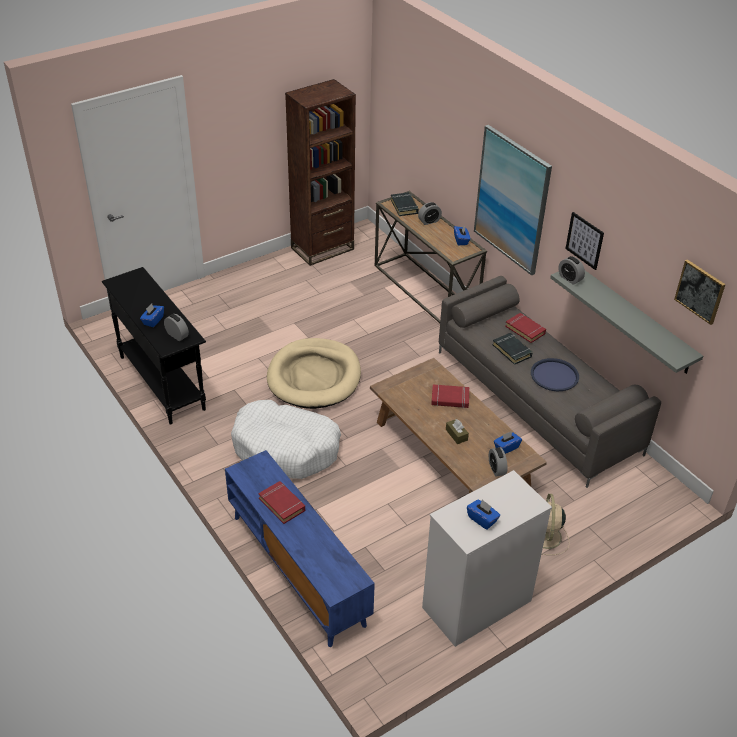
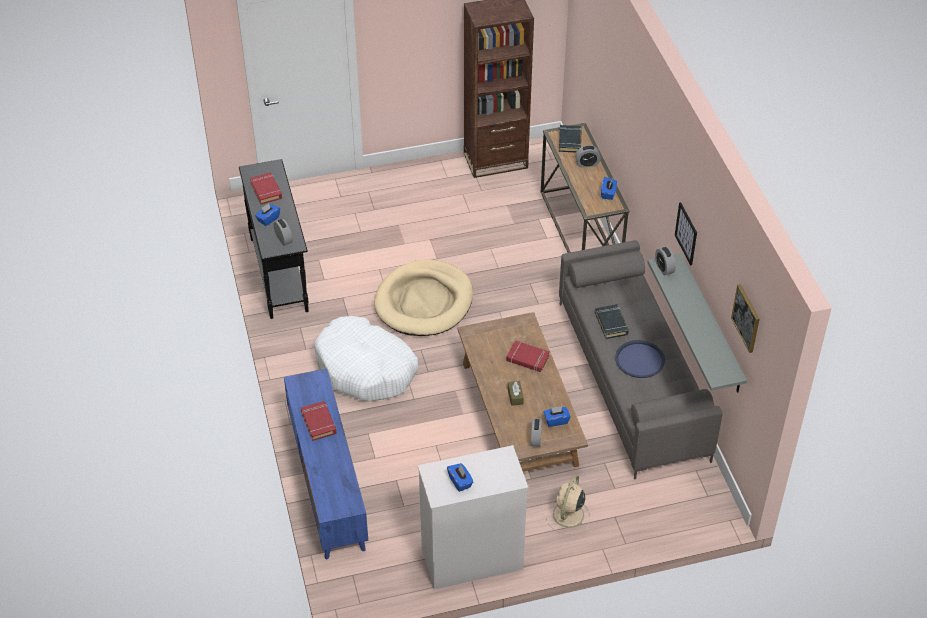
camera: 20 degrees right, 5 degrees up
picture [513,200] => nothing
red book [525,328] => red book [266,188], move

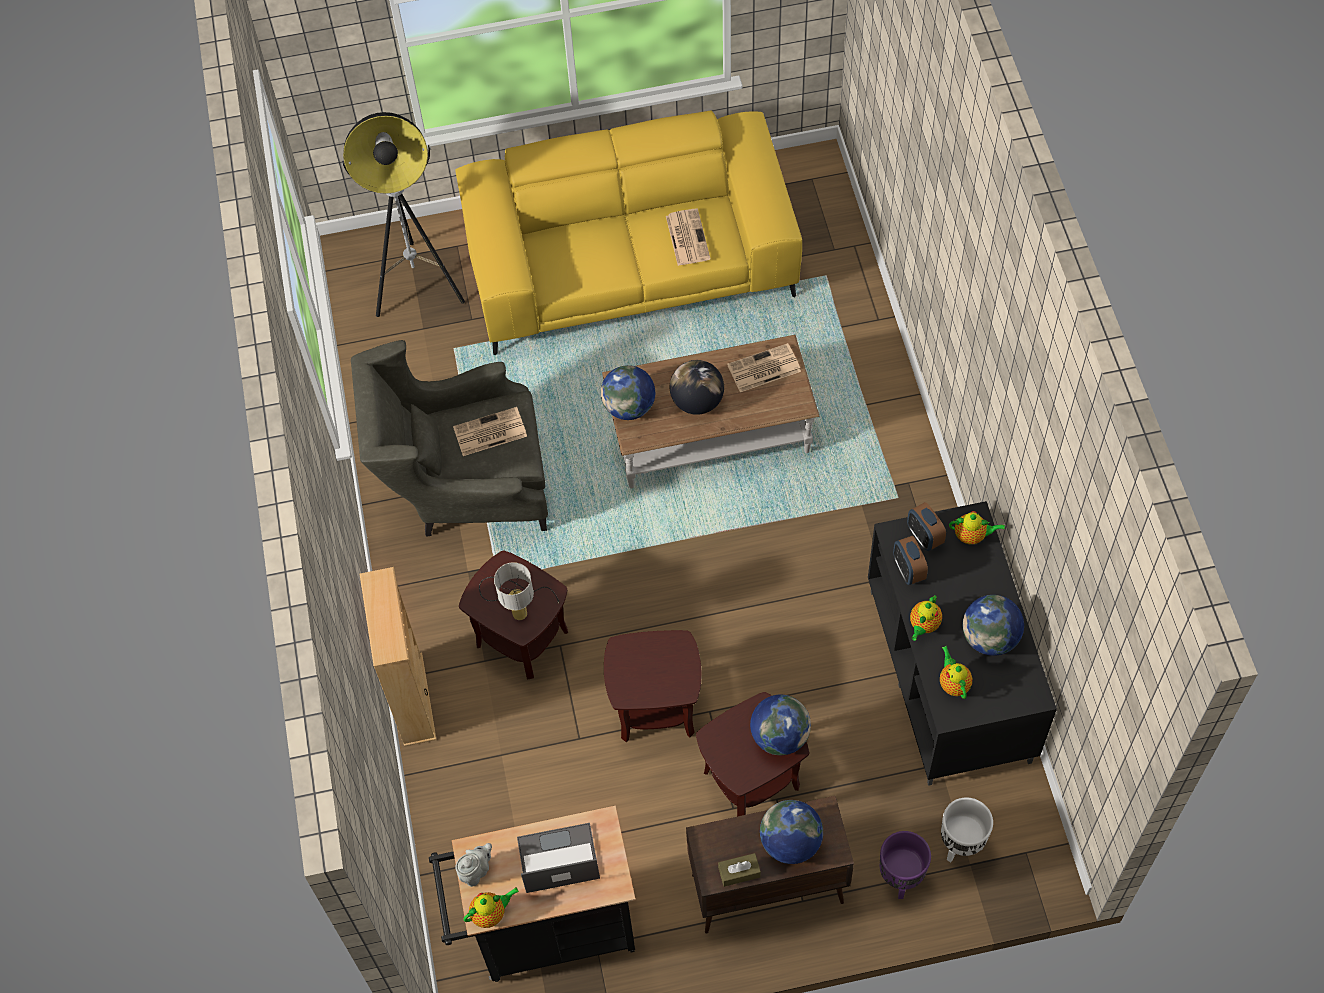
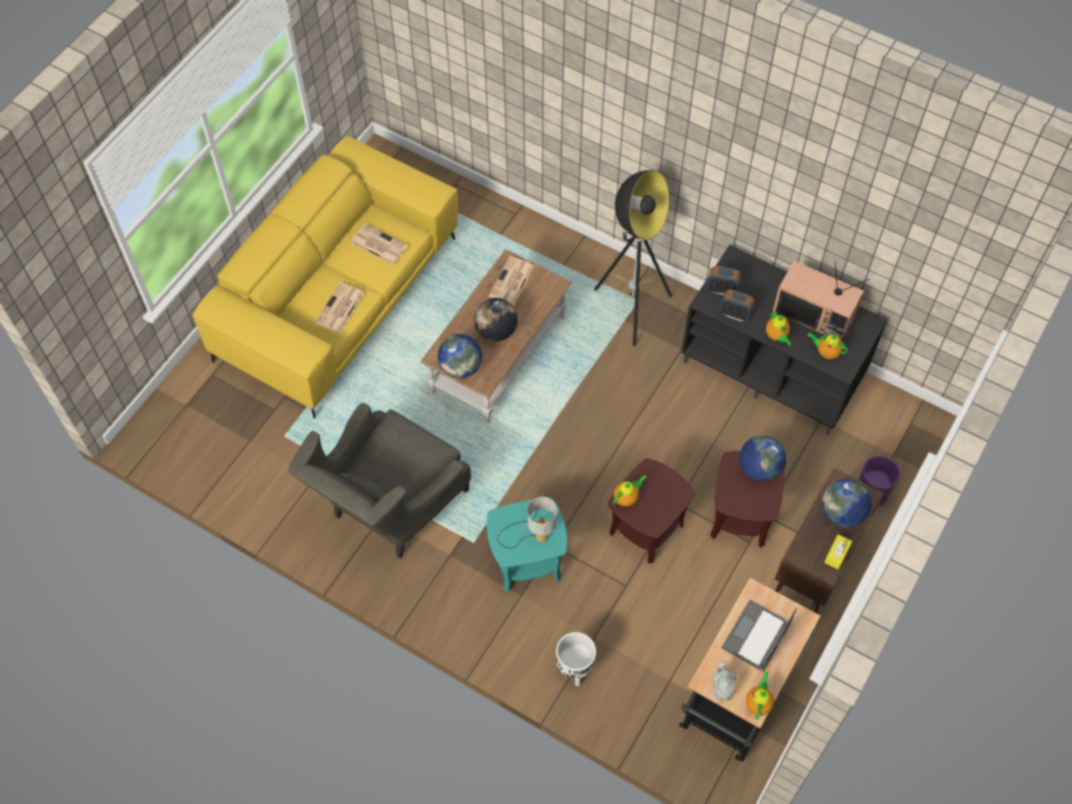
camera: 50 degrees left, 0 degrees up
beige bookcase [398,657] => nothing
floor lamp [403,214] => floor lamp [633,258], move
newspaper [490,431] => newspaper [339,307], move
white planter [967,830] => white planter [576,659], move
teapot [977,527] => teapot [630,491], move
globe [993,625] => television [821,301]
brown side table [513,614] => turquoise side table [527,545]
brown tissue box [739,870] => yellow tissue box [838,552]

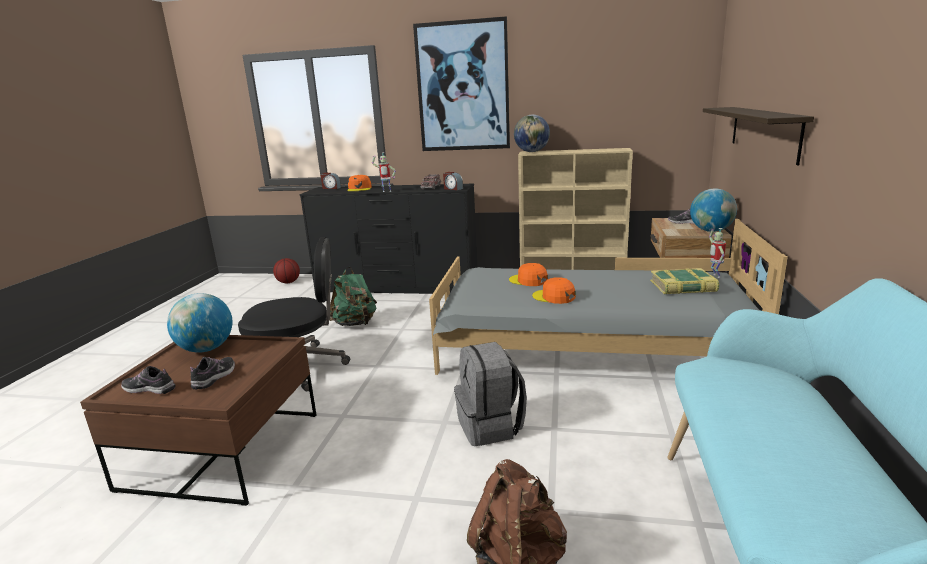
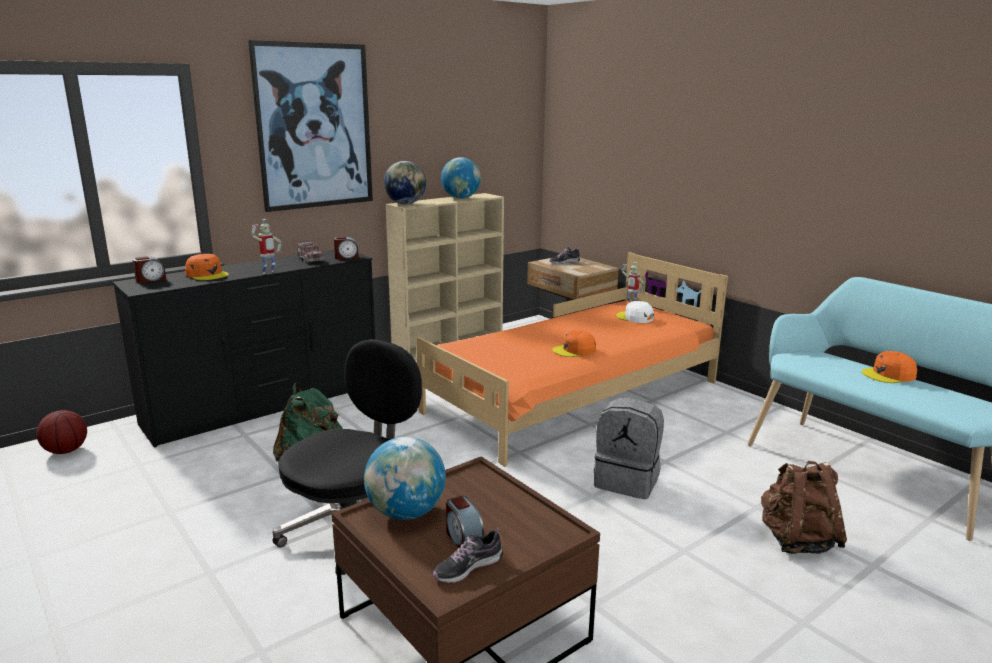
camera: 50 degrees left, 0 degrees up
shoe [212,373] => nothing
shelf [758,136] => nothing
nothing => alarm clock [465,522]
orange cap [528,274] => orange cap [889,367], move
globe [713,210] => globe [461,178], move
book [684,281] => white cap [635,312]
grey bed [608,297] => orange bed [572,359]

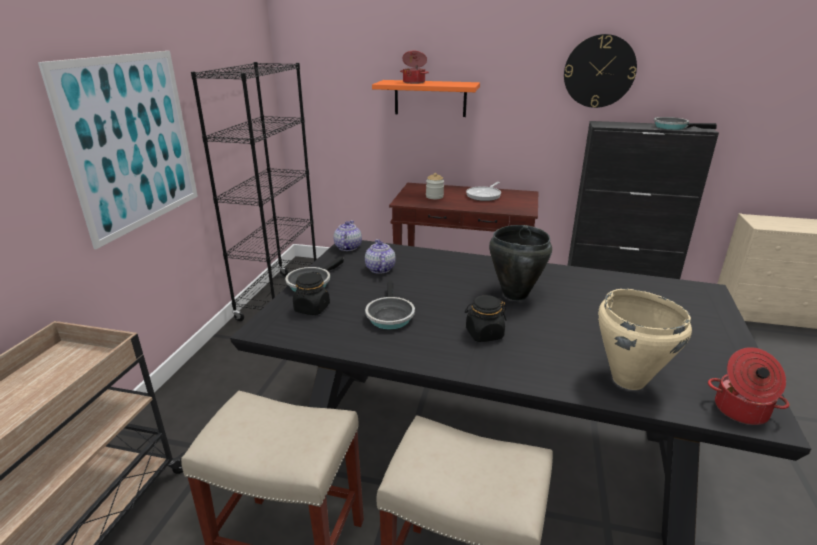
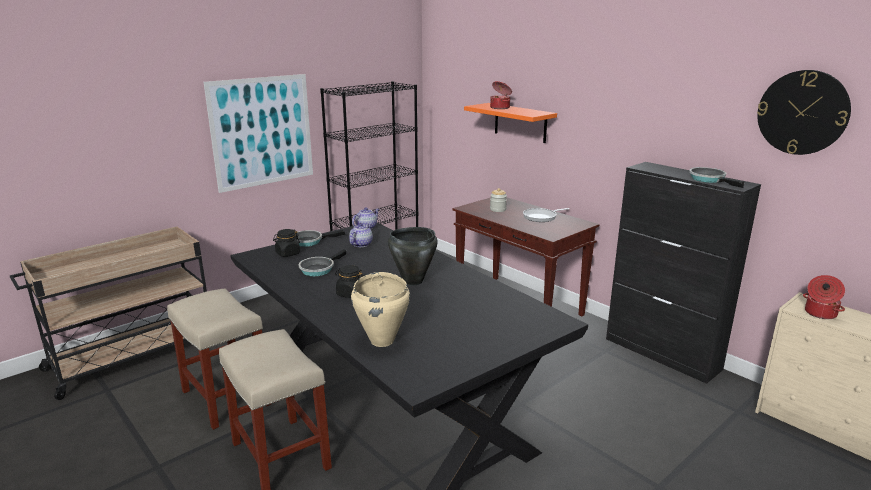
camera: 35 degrees right, 5 degrees down
wall clock [600,71] => wall clock [804,112], move
cooking pot [748,386] => cooking pot [824,297], move

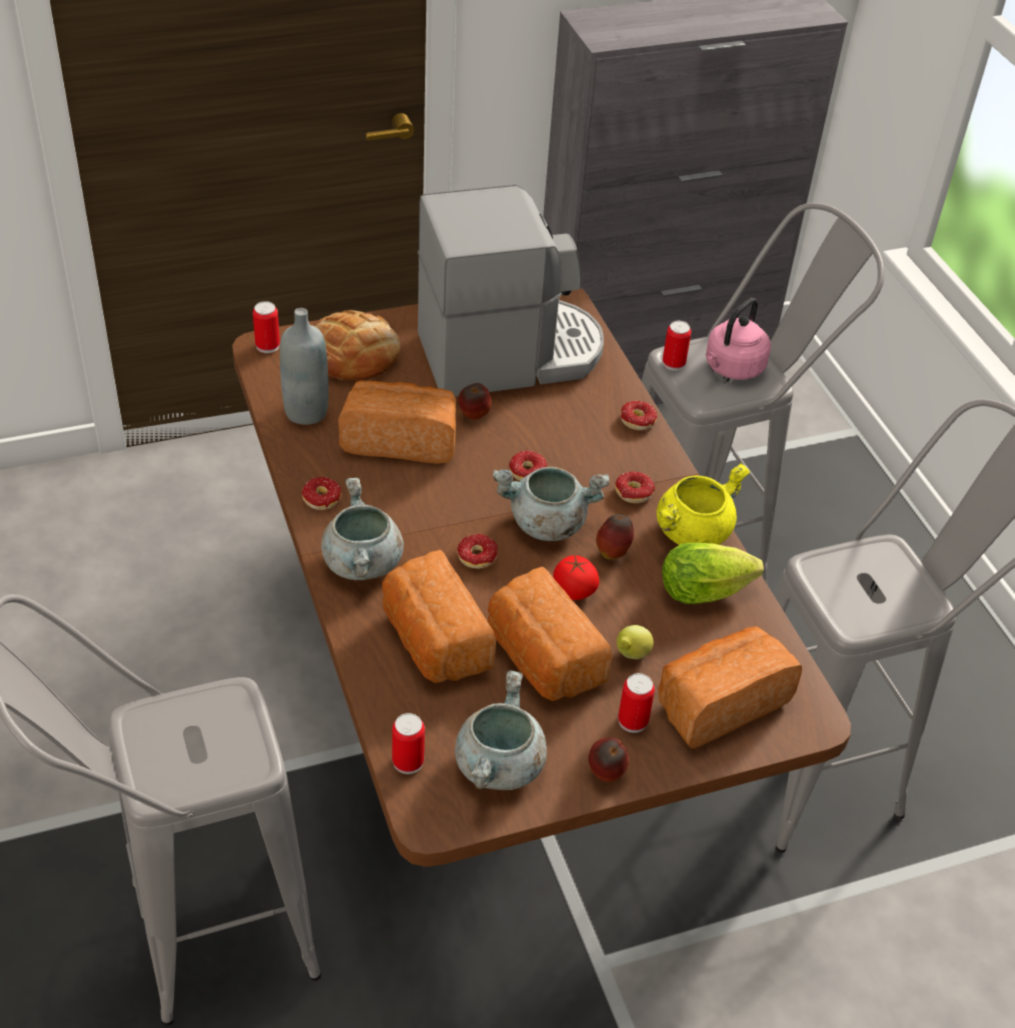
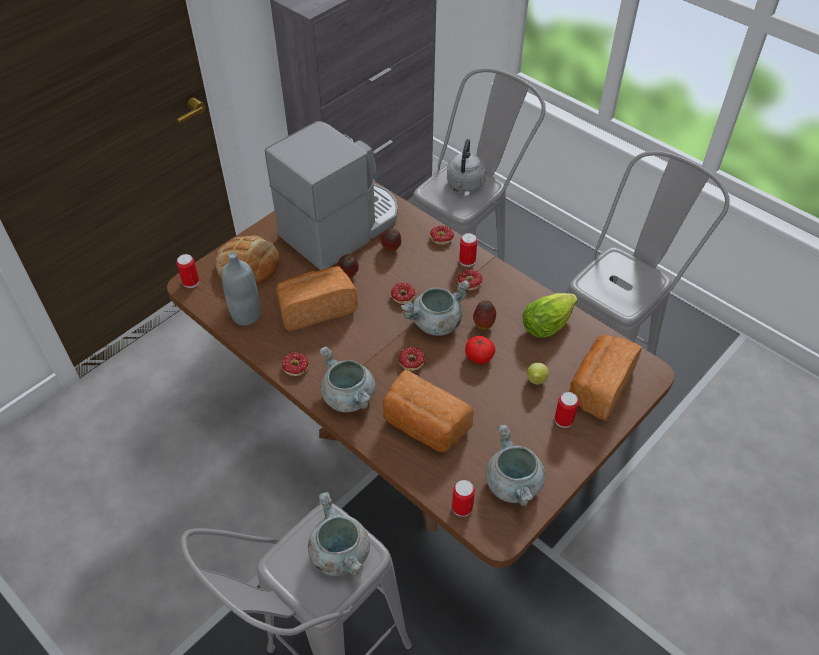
camera: 25 degrees left, 5 degrees up
bread [550,633] => nothing
yellow cooking pot [703,504] => nothing
nothing => grey cooking pot [339,534]
apple [608,759] => apple [390,239], move
can [676,346] => can [468,250], move
pink kettle [738,338] => grey kettle [466,165]

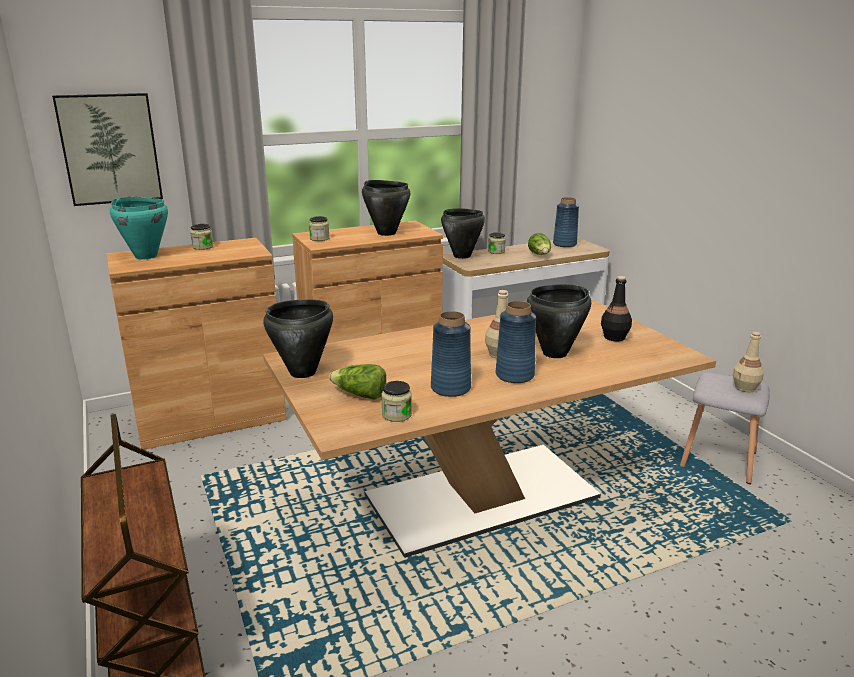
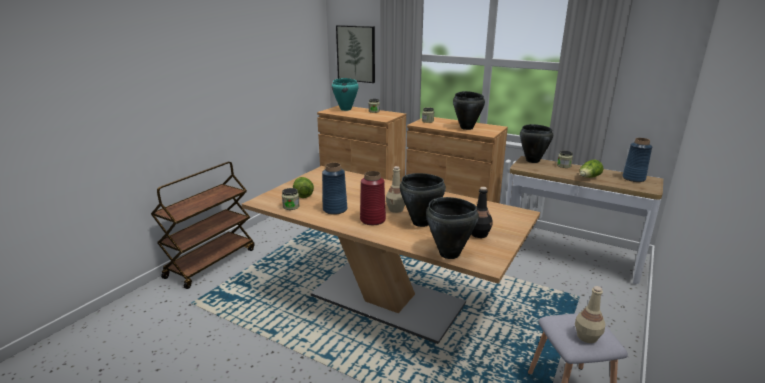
camera: 55 degrees right, 0 degrees up
black cooking pot [298,339] => black cooking pot [452,228], move
blue vase [516,342] => red vase [373,198]

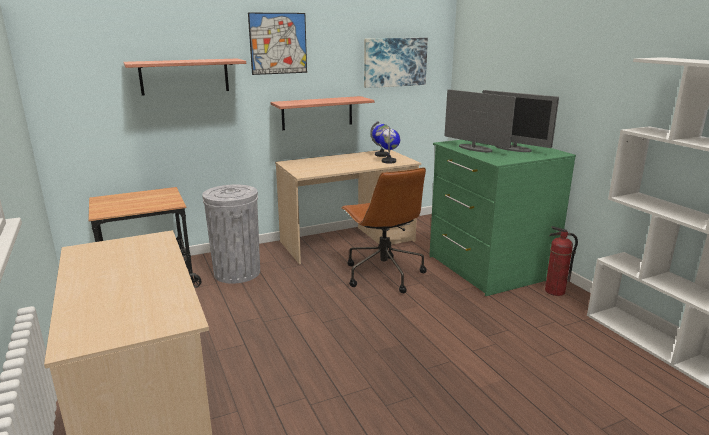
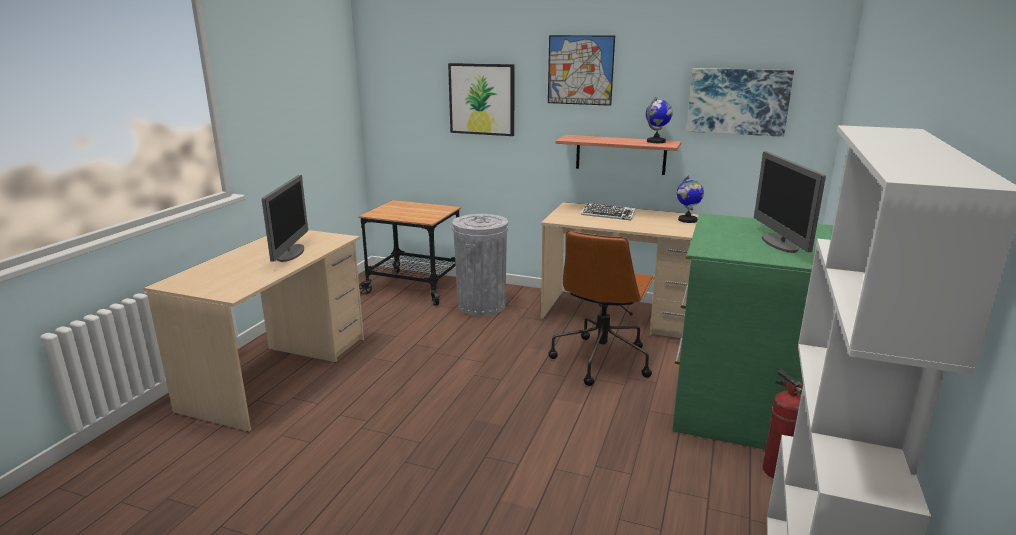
camera: 45 degrees right, 0 degrees up
nothing => keyboard [608,211]
globe [389,145] => globe [659,120], move
monitor [480,120] => monitor [285,218], move
shelf [184,76] => picture [481,99]

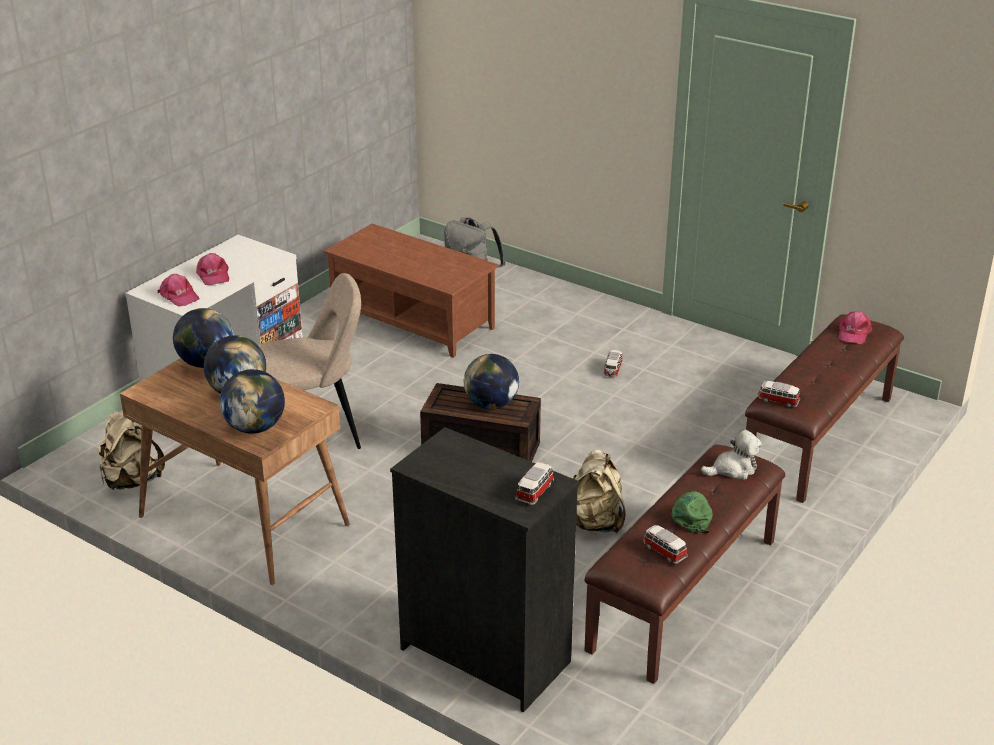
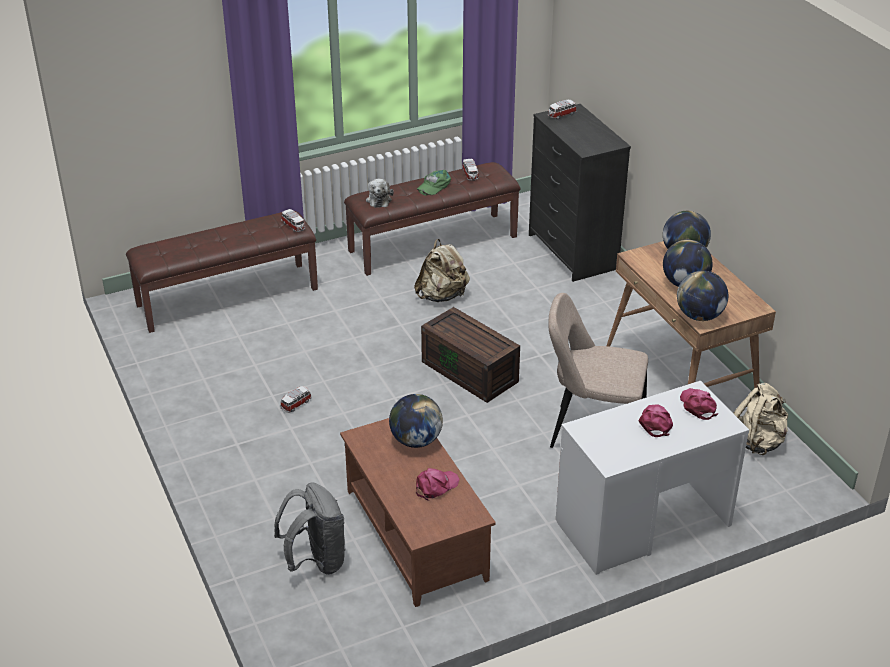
camera: 150 degrees left, 5 degrees up
globe [491,381] => globe [416,421], move
pink cap [855,327] => pink cap [438,484], move
plush toy [731,454] => plush toy [380,193], 105 degrees counterclockwise

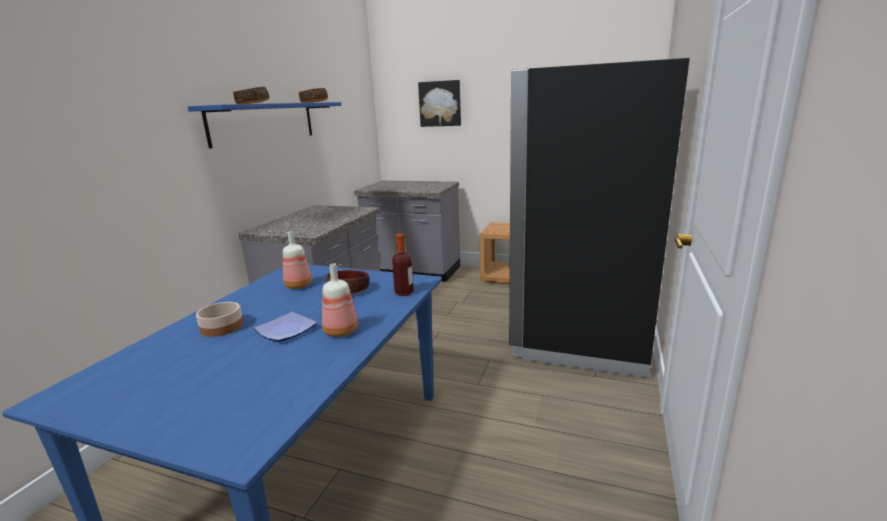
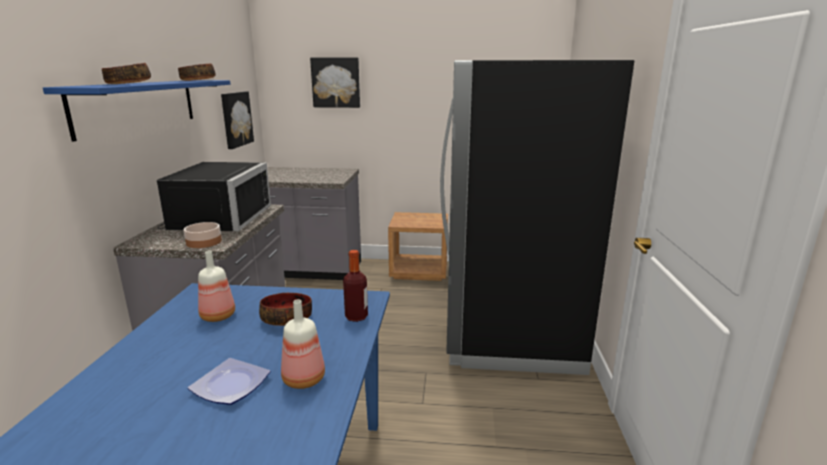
camera: 15 degrees left, 0 degrees up
nothing => black microwave [214,196]
nothing => picture [237,120]
bowl [219,319] => bowl [203,235], move

